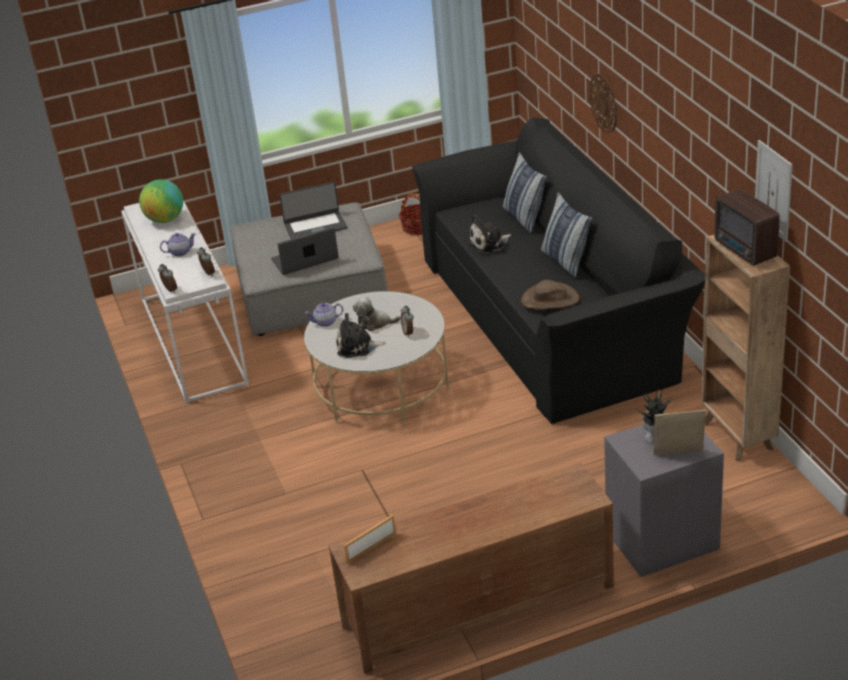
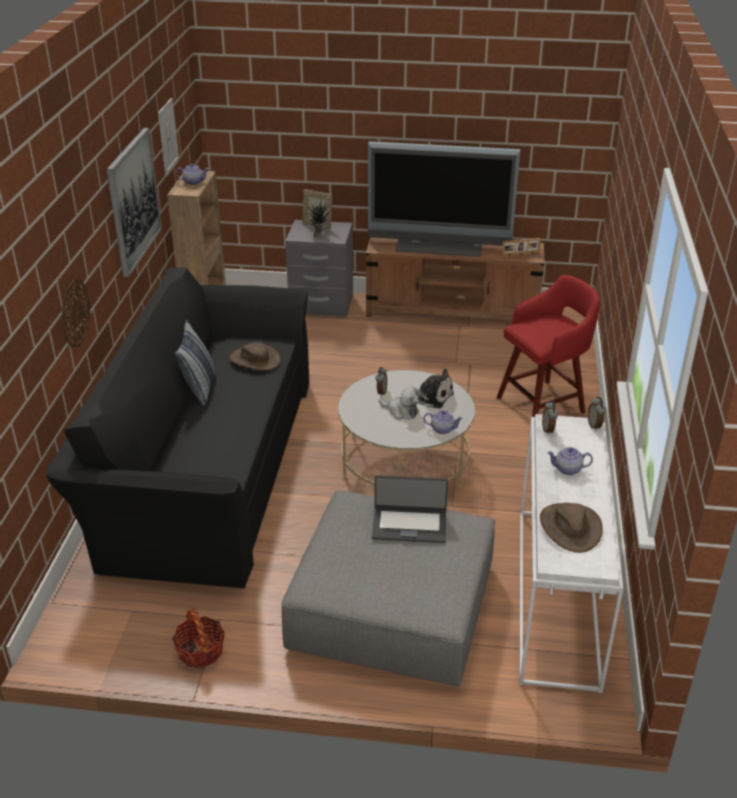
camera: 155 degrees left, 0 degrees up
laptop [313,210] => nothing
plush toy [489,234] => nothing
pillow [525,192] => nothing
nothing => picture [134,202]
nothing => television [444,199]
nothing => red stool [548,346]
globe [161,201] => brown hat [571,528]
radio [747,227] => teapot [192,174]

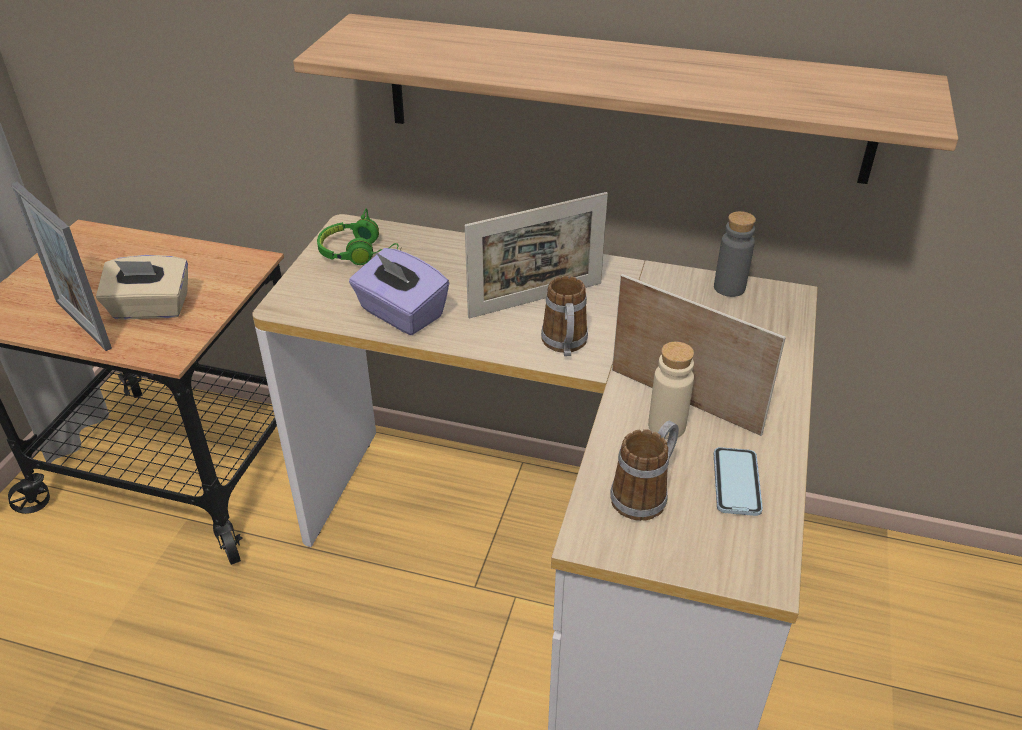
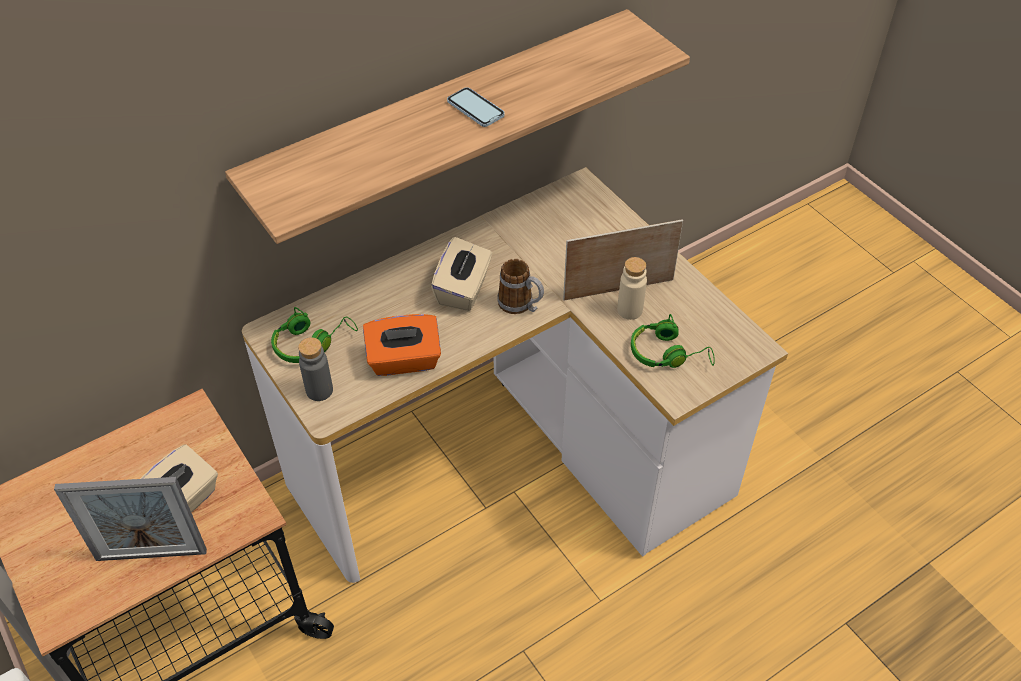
camera: 50 degrees left, 10 degrees up
grey bottle [735,254] => grey bottle [315,369], move
phone [738,481] => phone [476,107], move
picture frame [536,255] => beige tissue box [461,274]
mug [644,471] => green headphones [673,341]
purple tissue box [399,291] => orange tissue box [402,345]

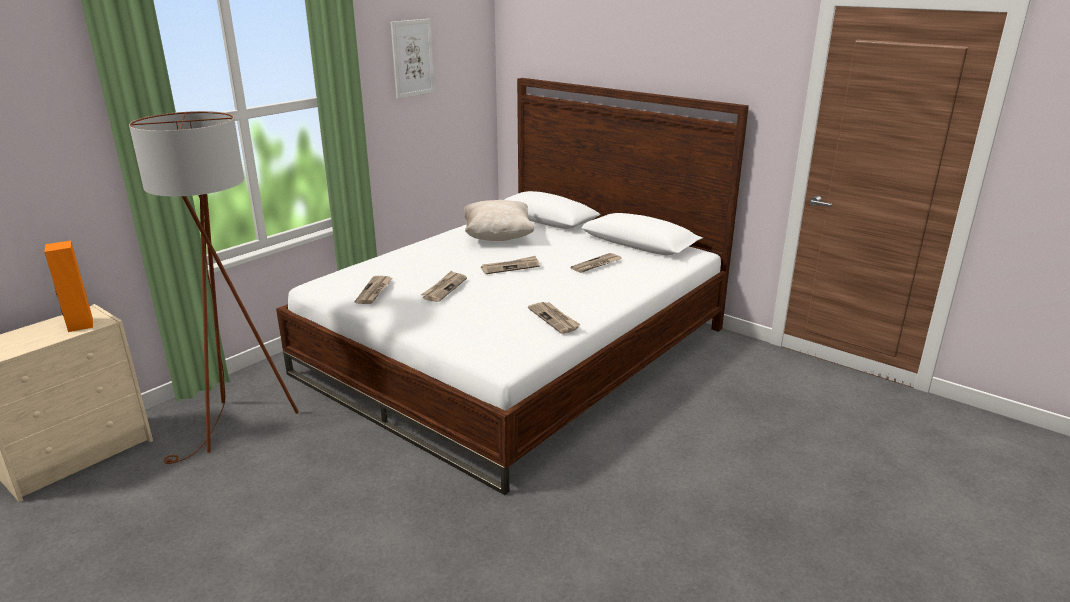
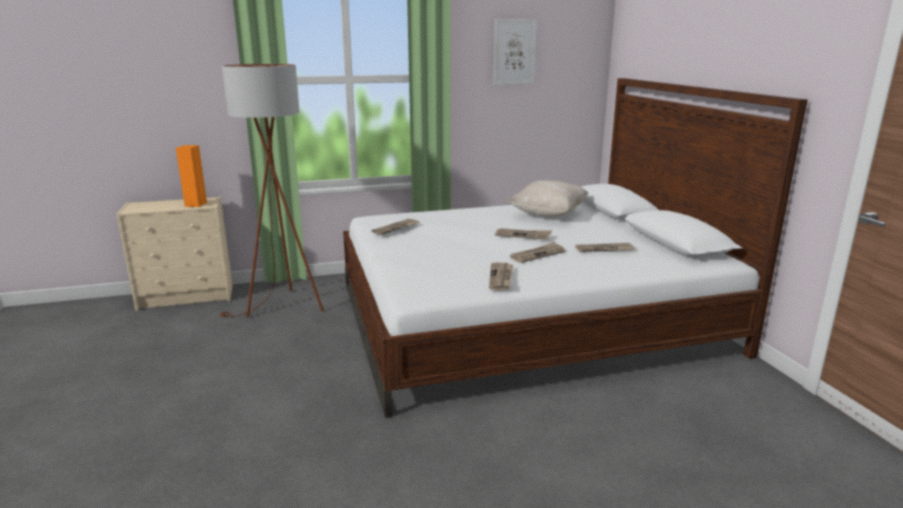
camera: 35 degrees right, 5 degrees down
newspaper [444,286] => newspaper [538,252], move

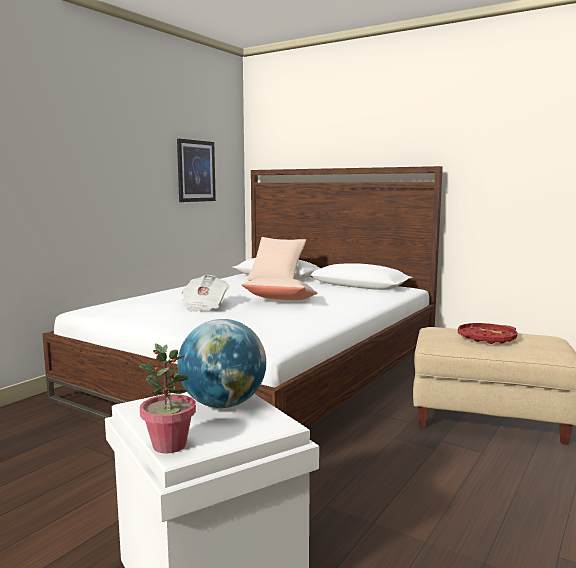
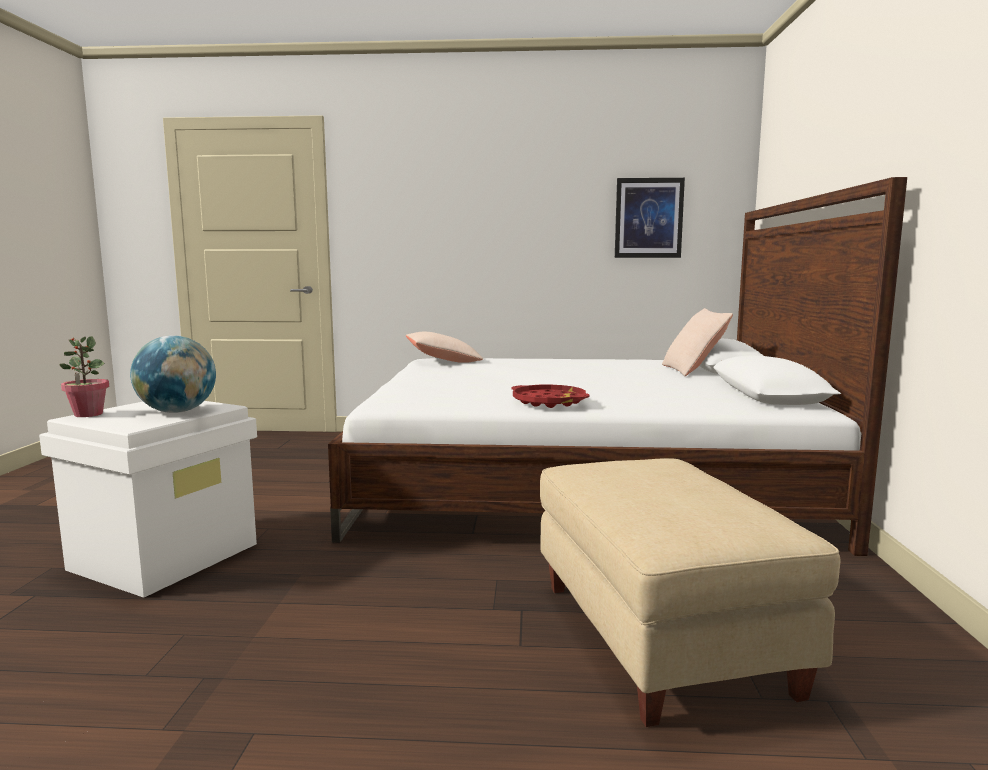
camera: 60 degrees right, 0 degrees up
newspaper [205,293] => nothing
beige pillow [279,289] => beige pillow [444,347], move
red tray [488,333] => red tray [550,396], move

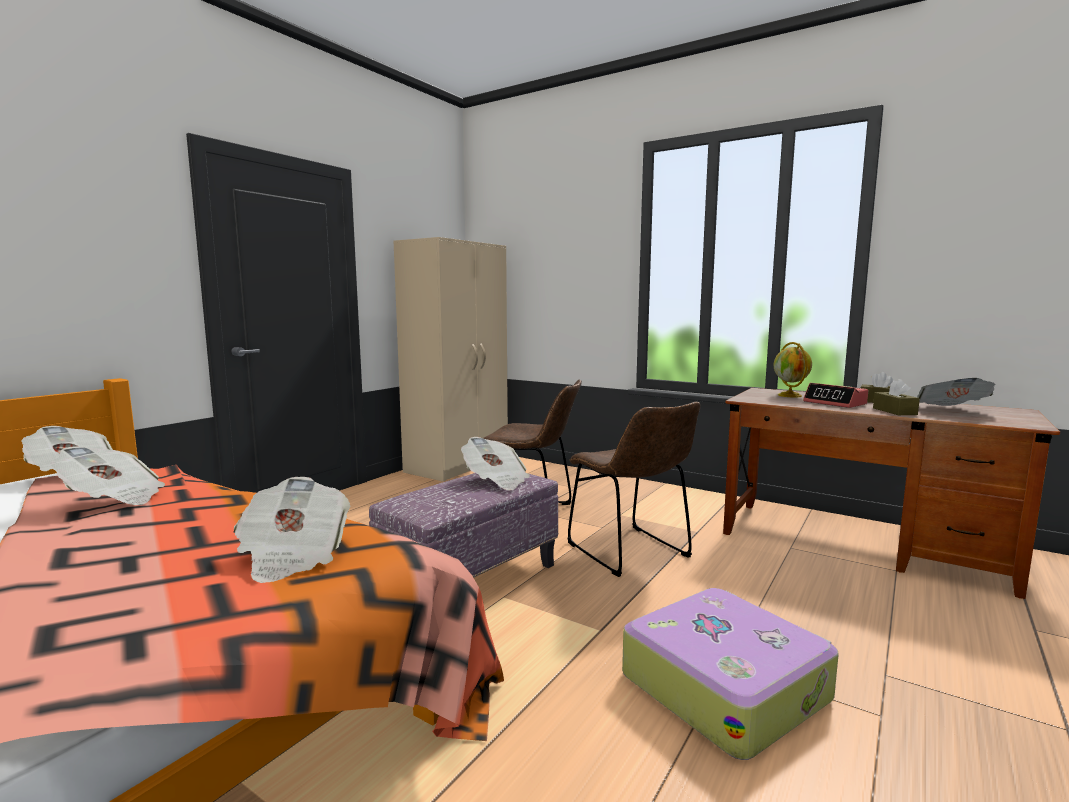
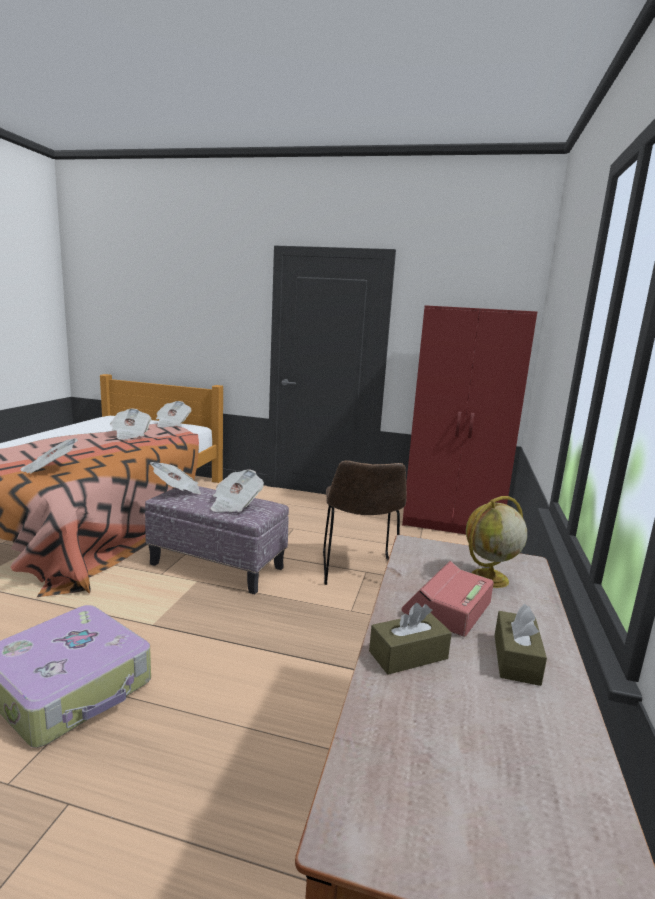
camera: 70 degrees right, 5 degrees up
brown chair [634,489] => nothing
newspaper [956,392] => newspaper [175,478], move
beige wardrobe [451,359] => red wardrobe [469,419]

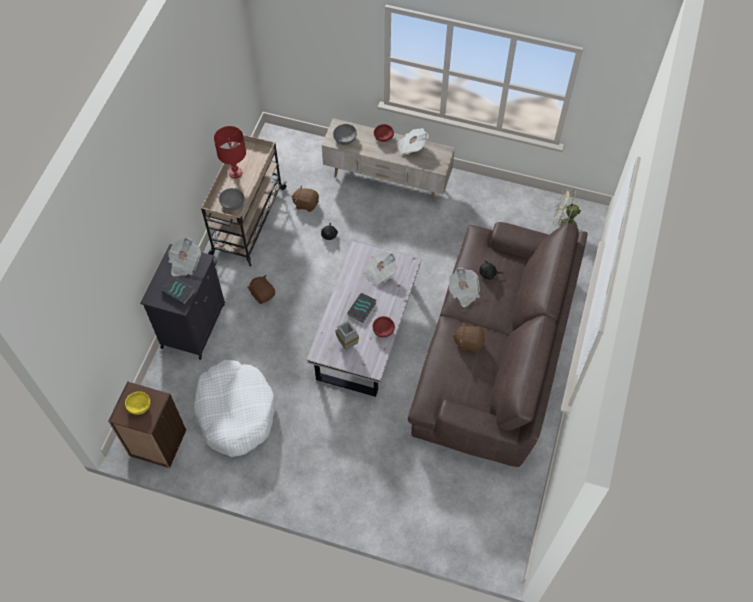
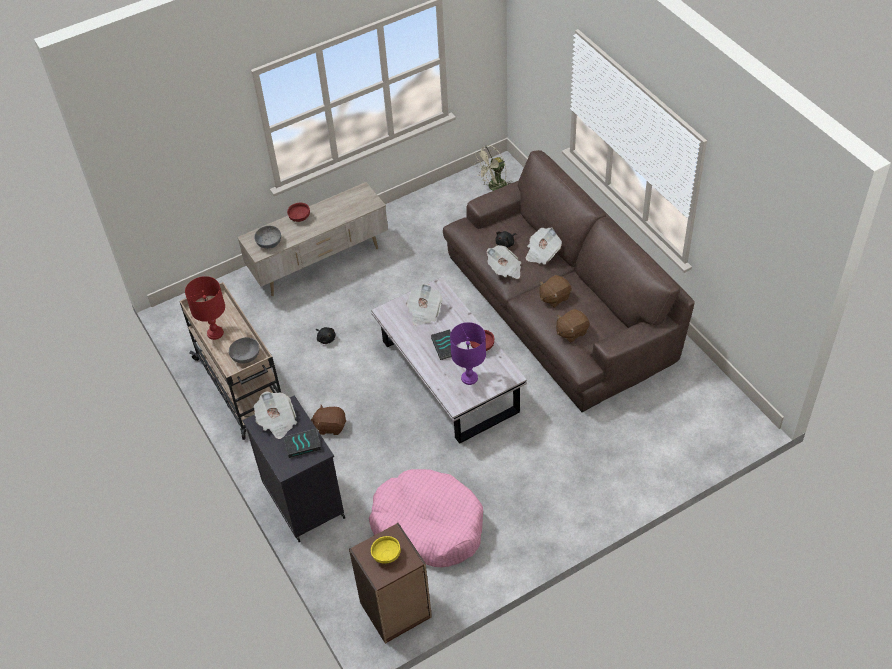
camera: 45 degrees left, 10 degrees down
brown plush toy [305,198] => brown plush toy [573,325], move
newspaper [412,141] => newspaper [543,246], move
grey vase [347,335] => purple table lamp [468,353]
white dog bed [234,408] => pink dog bed [426,518]

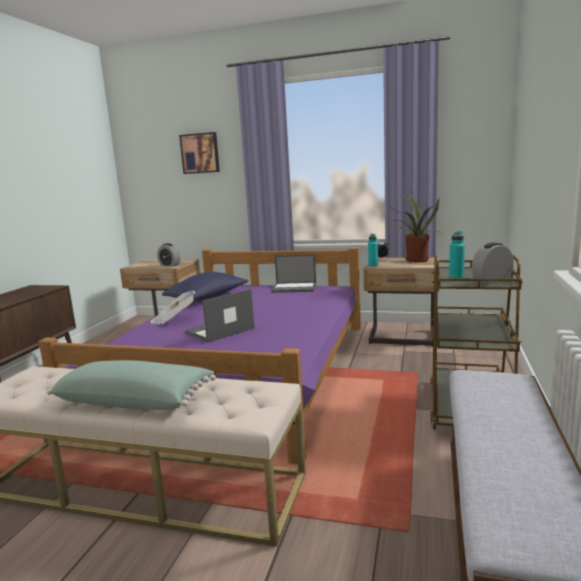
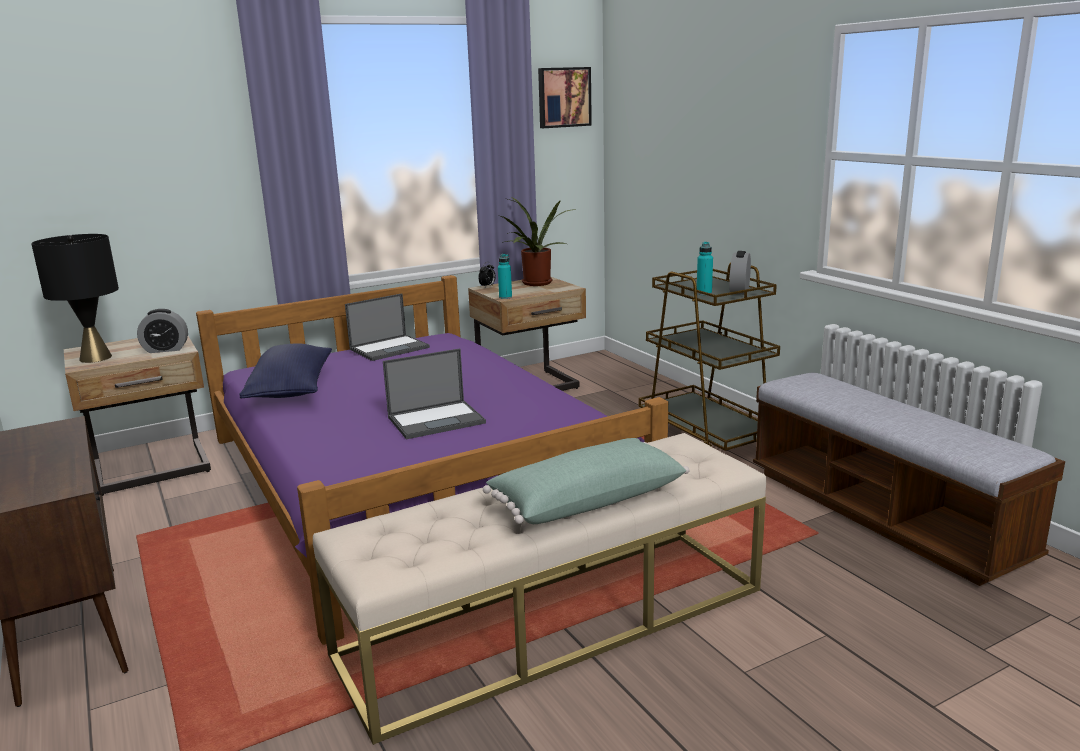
camera: 45 degrees left, 5 degrees up
newspaper [173,307] => nothing
nothing => black table lamp [75,298]
picture [199,153] => picture [565,97], move
laptop [219,316] => laptop [434,393], 120 degrees counterclockwise

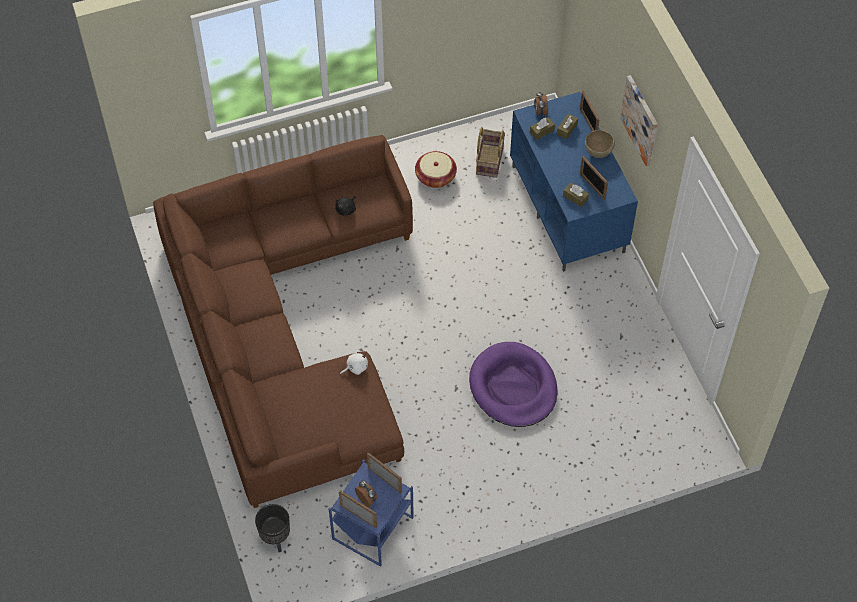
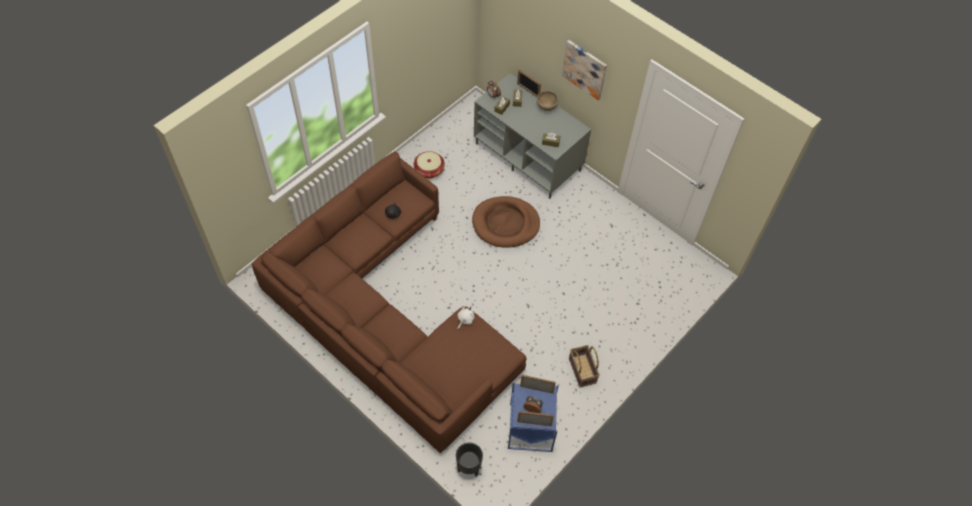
camera: 30 degrees left, 0 degrees up
purple dog bed [513,384] => nothing
picture frame [594,178] => nothing
nothing => brown dog bed [506,222]
basket [490,152] => basket [584,366], move
blue tv stand [574,182] => grey tv stand [532,136]

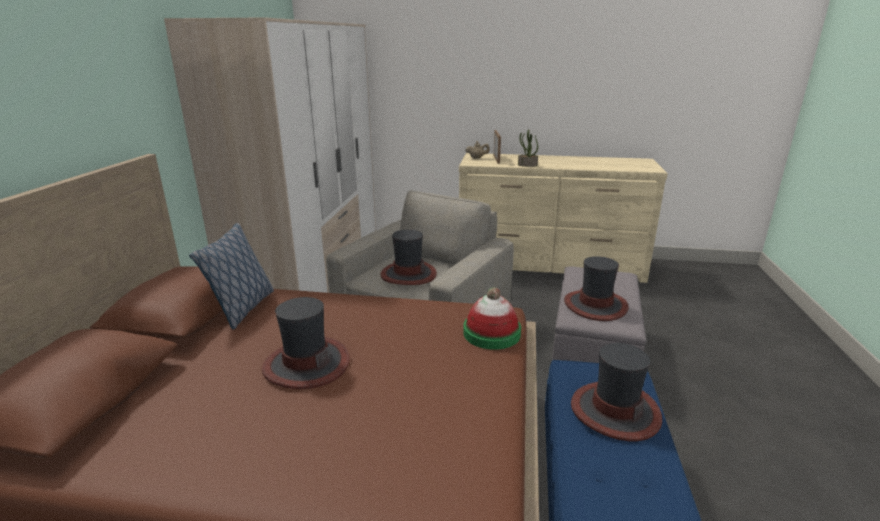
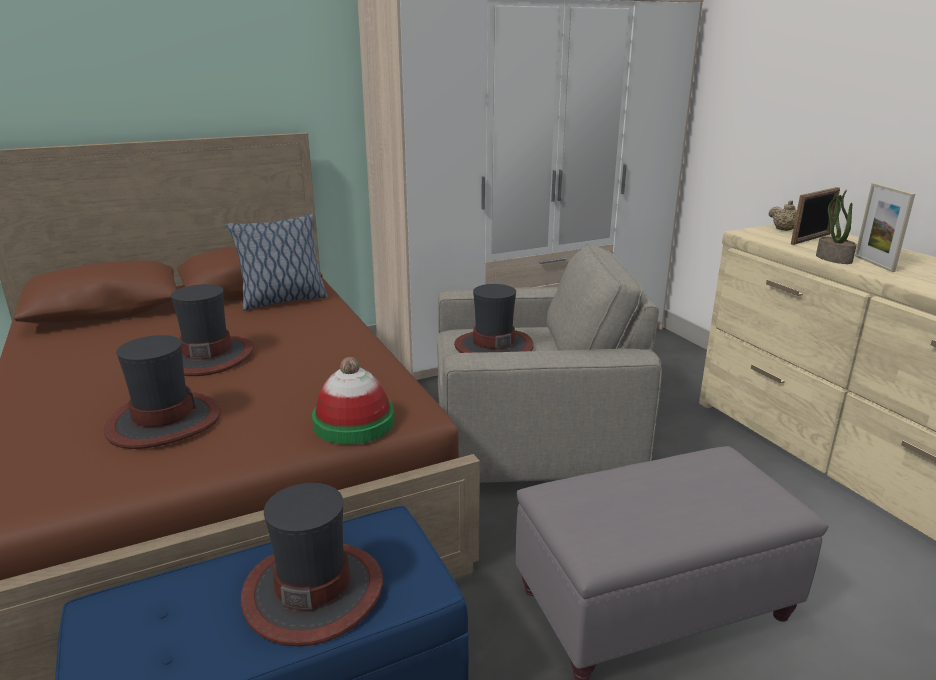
camera: 55 degrees right, 0 degrees up
nothing => picture frame [885,227]
hat [596,288] => hat [162,392], move

